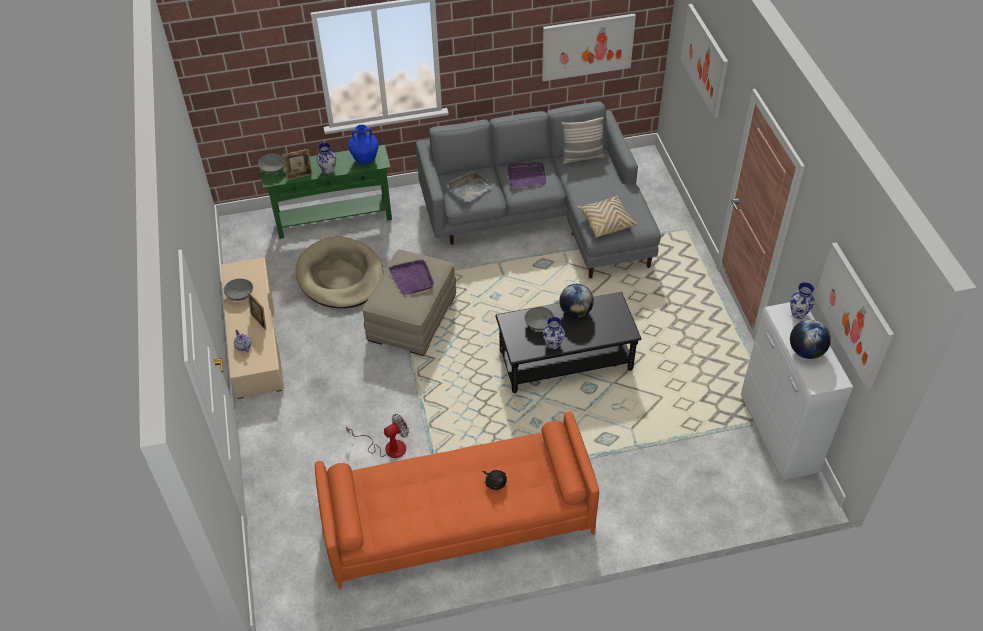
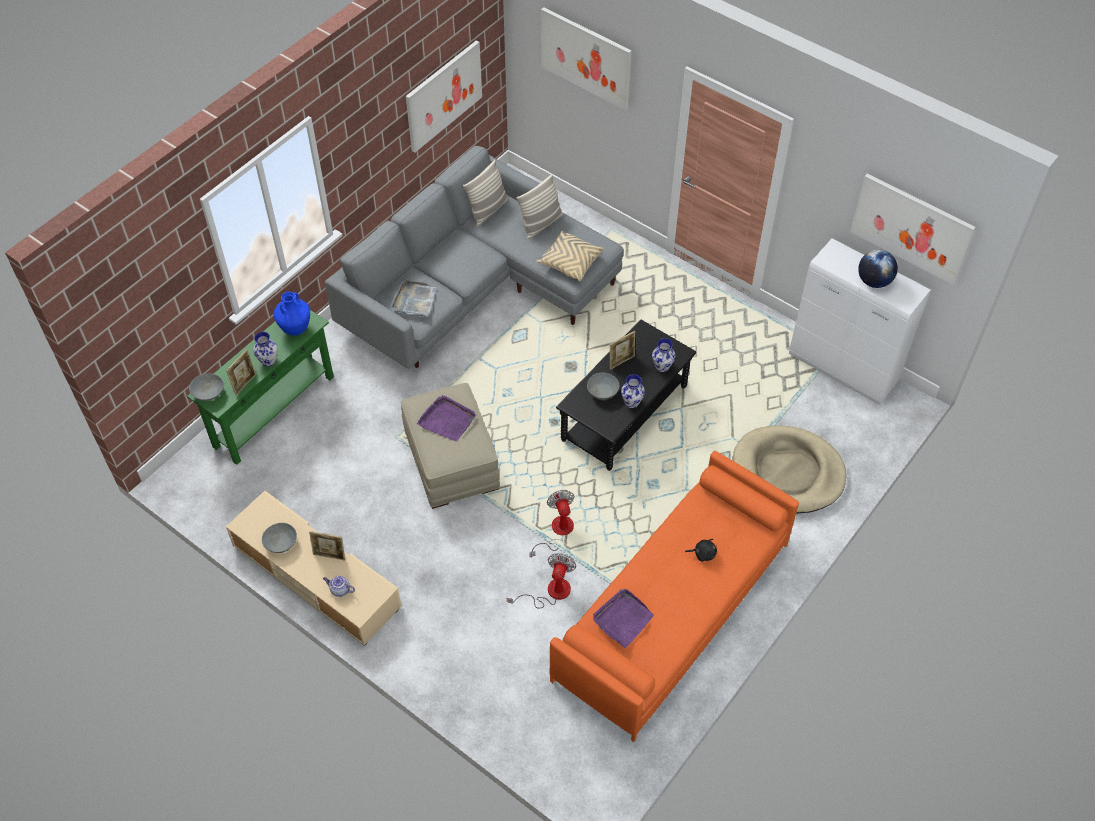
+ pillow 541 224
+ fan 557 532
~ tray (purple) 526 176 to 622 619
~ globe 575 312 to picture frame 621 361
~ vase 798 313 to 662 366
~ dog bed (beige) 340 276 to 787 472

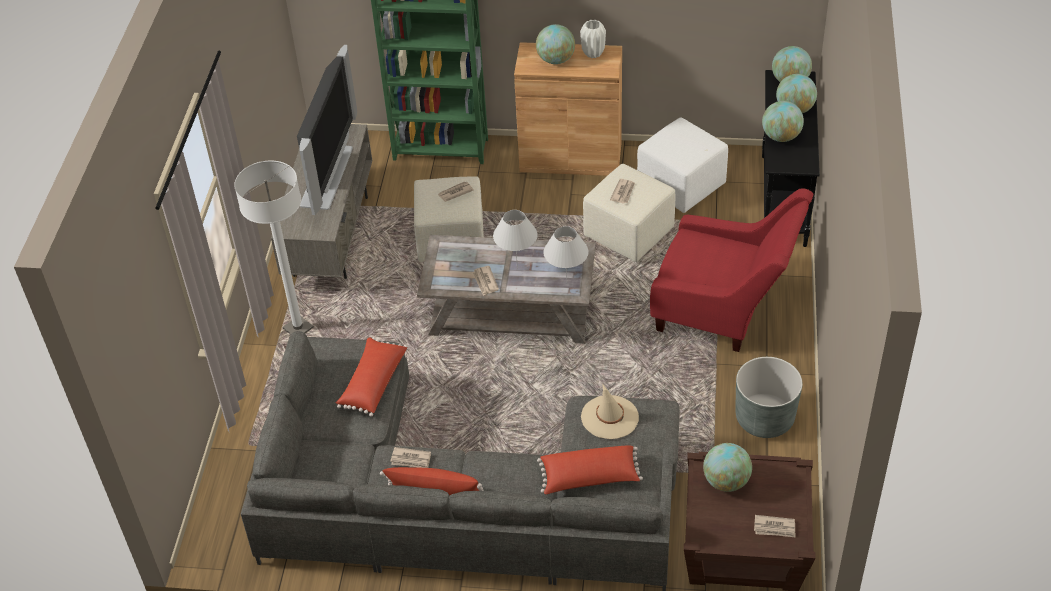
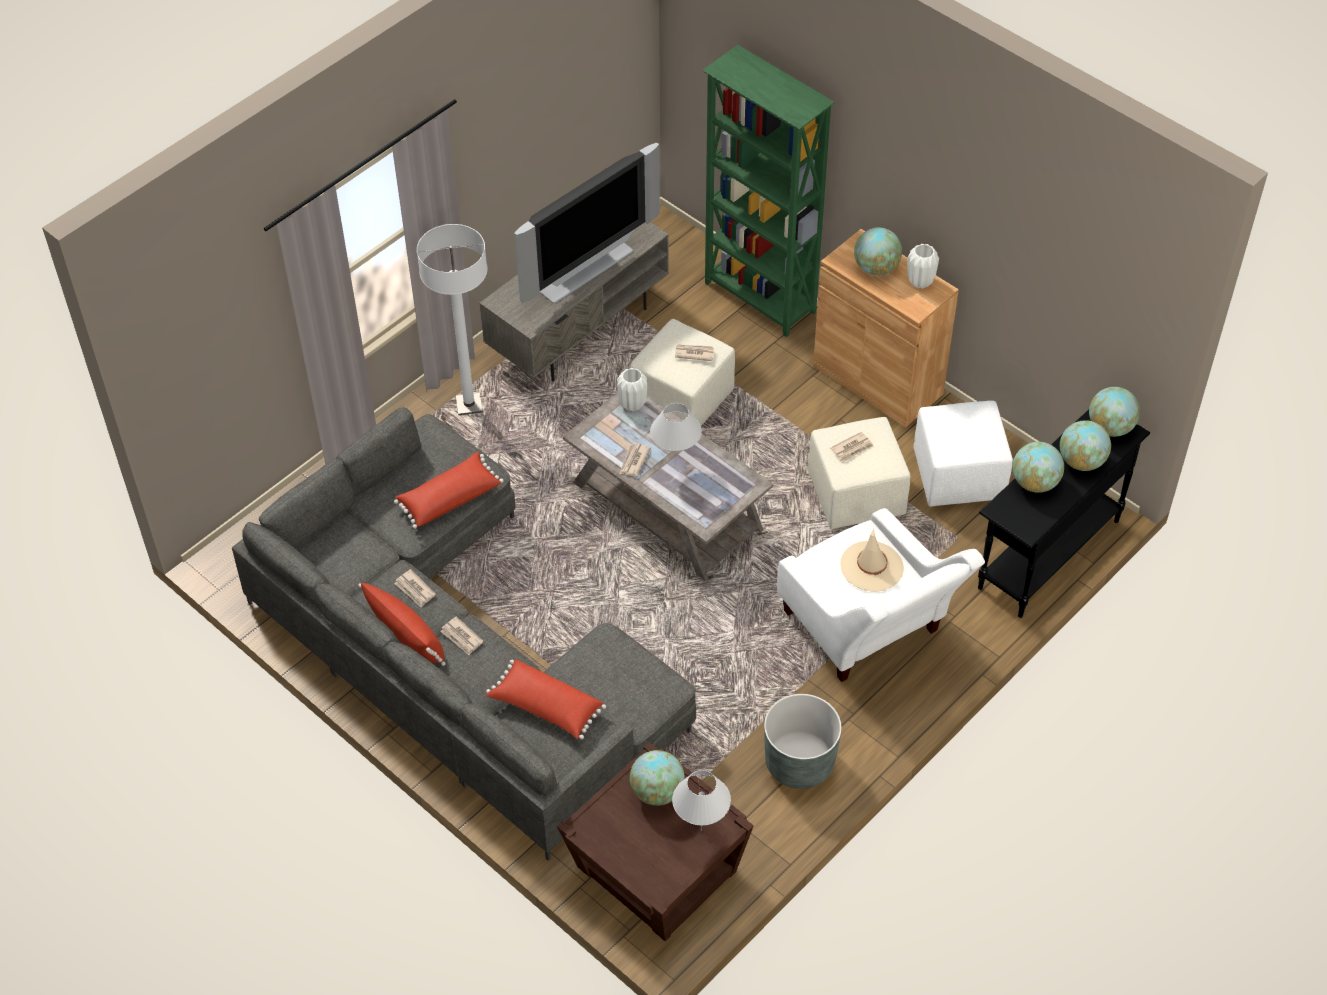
~ newspaper 774 528 to 461 637
+ vase (white) 632 404
~ table lamp (white) 567 284 to 701 830
~ armchair (red) 725 311 to armchair (white) 869 633
~ hat (beige) 609 417 to 871 566

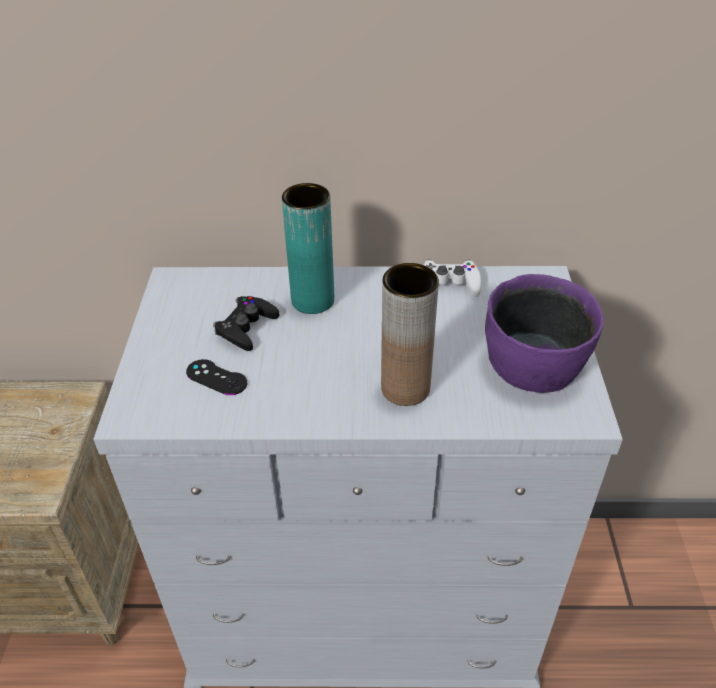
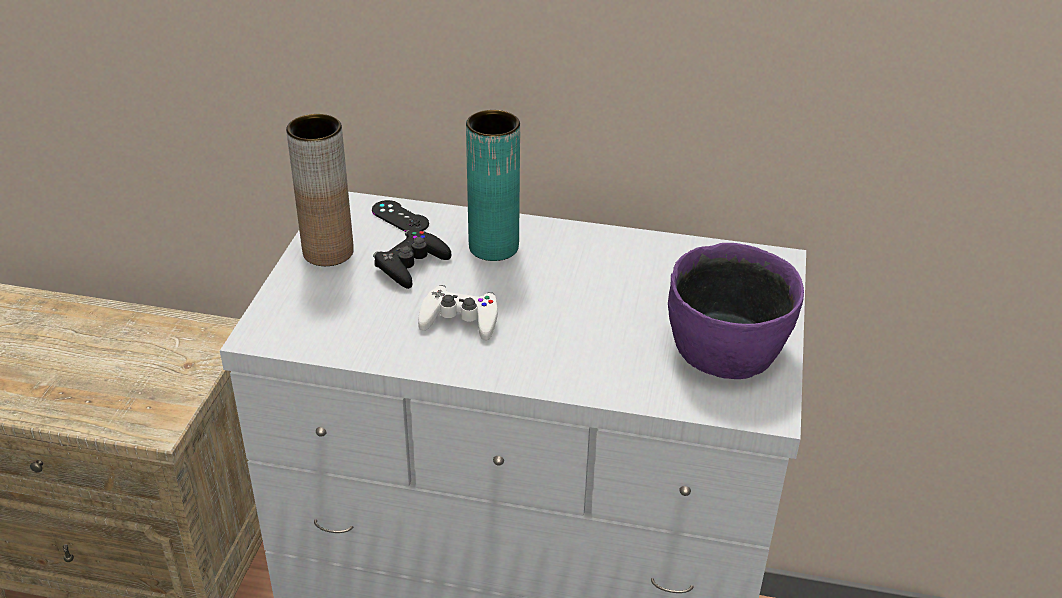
~ vase (brown) 405 388 to 328 252
~ game controller (black) 216 377 to 400 217
~ game controller (white) 449 284 to 460 320

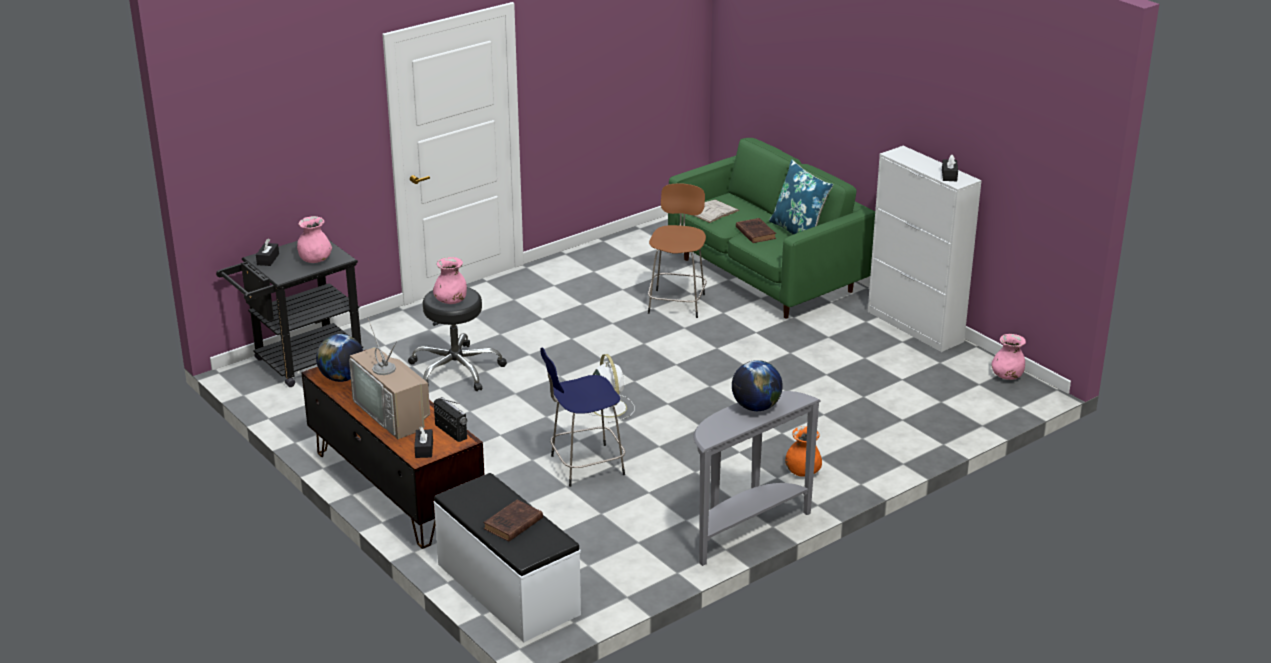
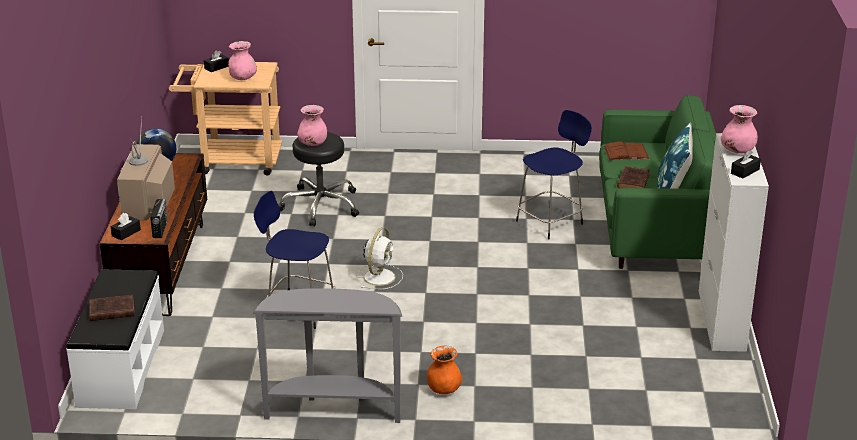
~ cart (black) 299 363 to cart (beige) 232 161
~ stool (brown) 677 302 to stool (blue) 551 222
~ book (white) 712 211 to book (brown) 626 152
~ vase (pink) 1007 376 to 737 151
- globe 756 407

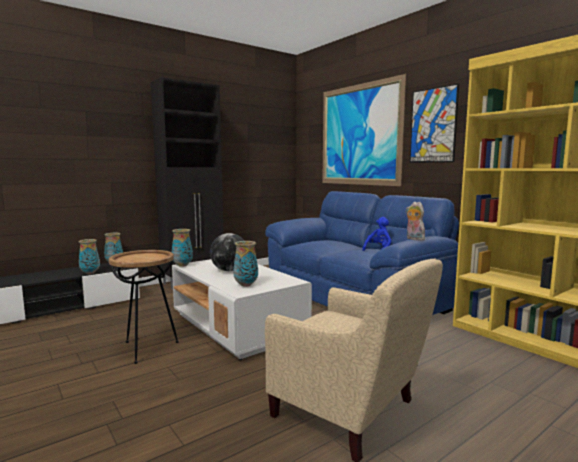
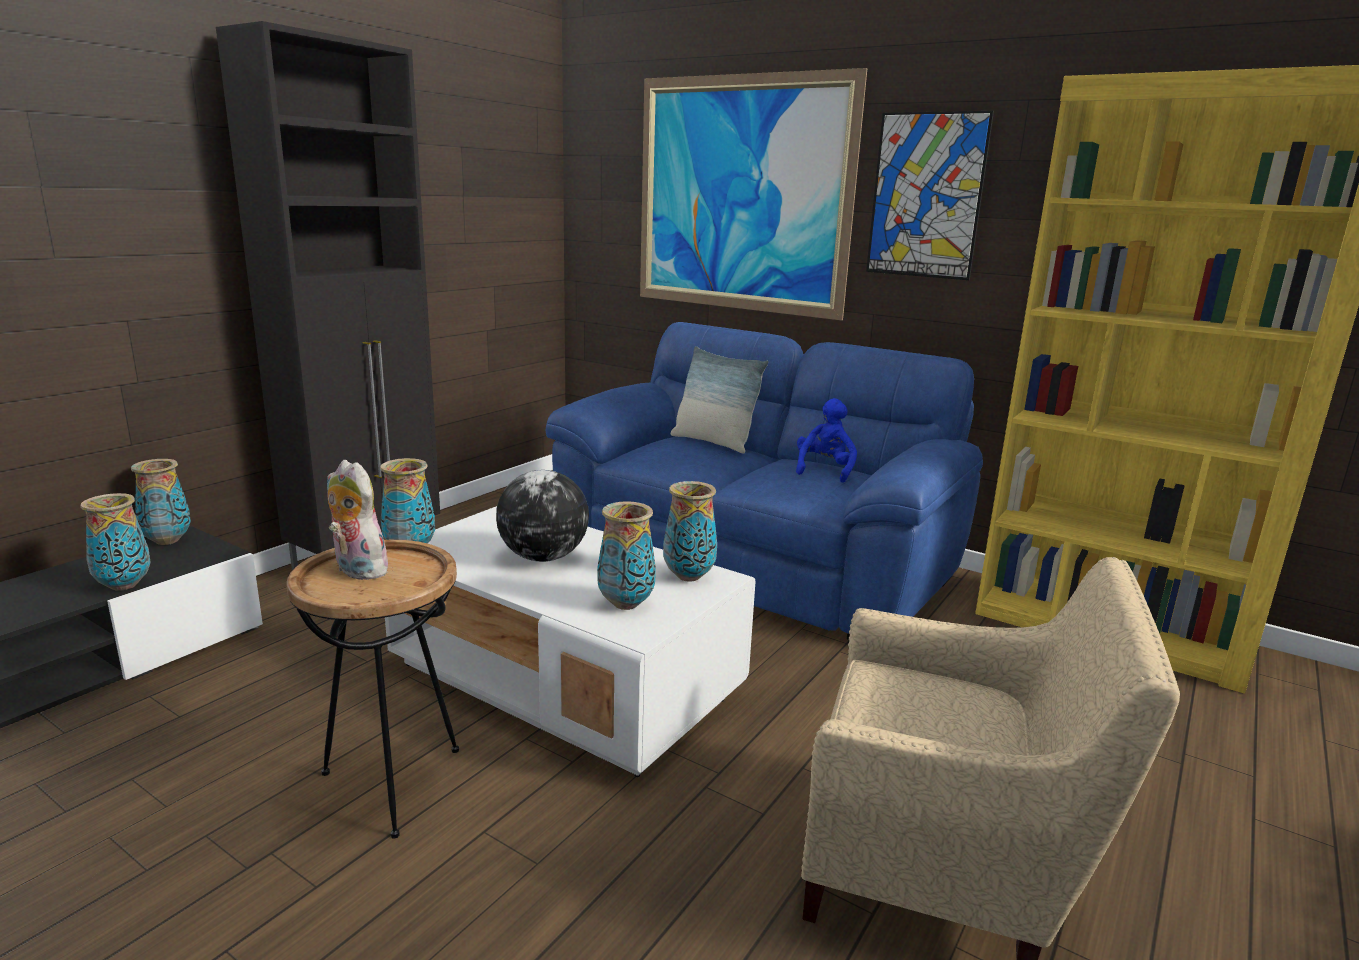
~ plush toy 413 239 to 357 570
+ vase 688 577
+ pillow 713 442

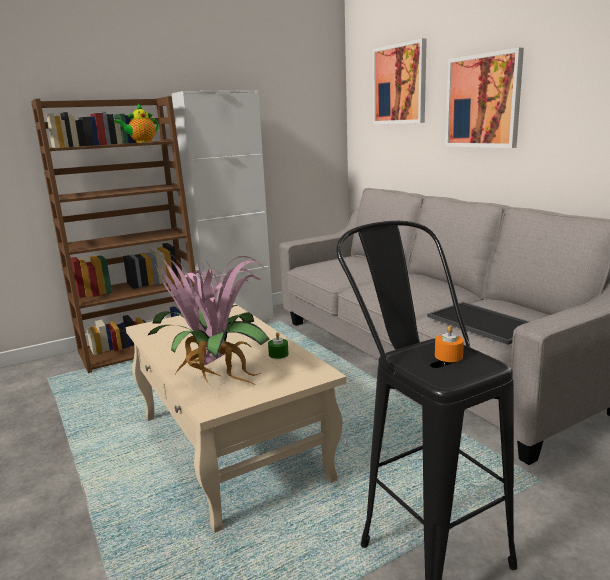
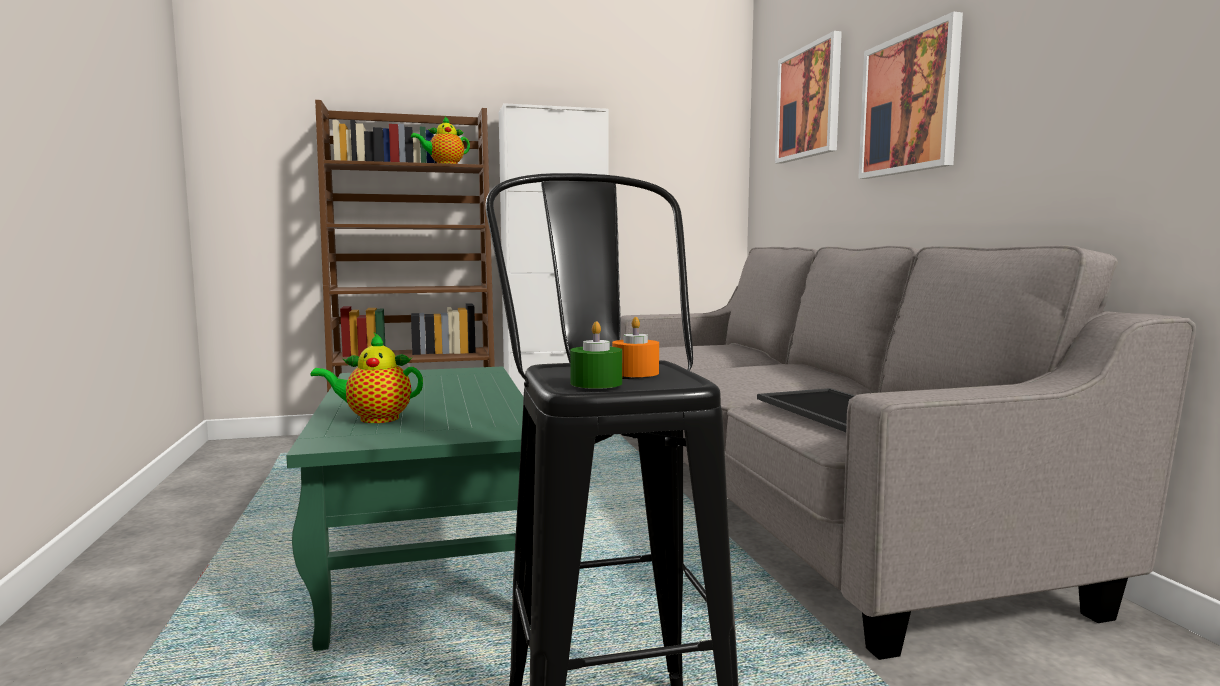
~ coffee table (beige) 232 447 to coffee table (green) 430 556
~ potted plant 214 376 to teapot 374 419
~ candle (green) 278 354 to 596 383

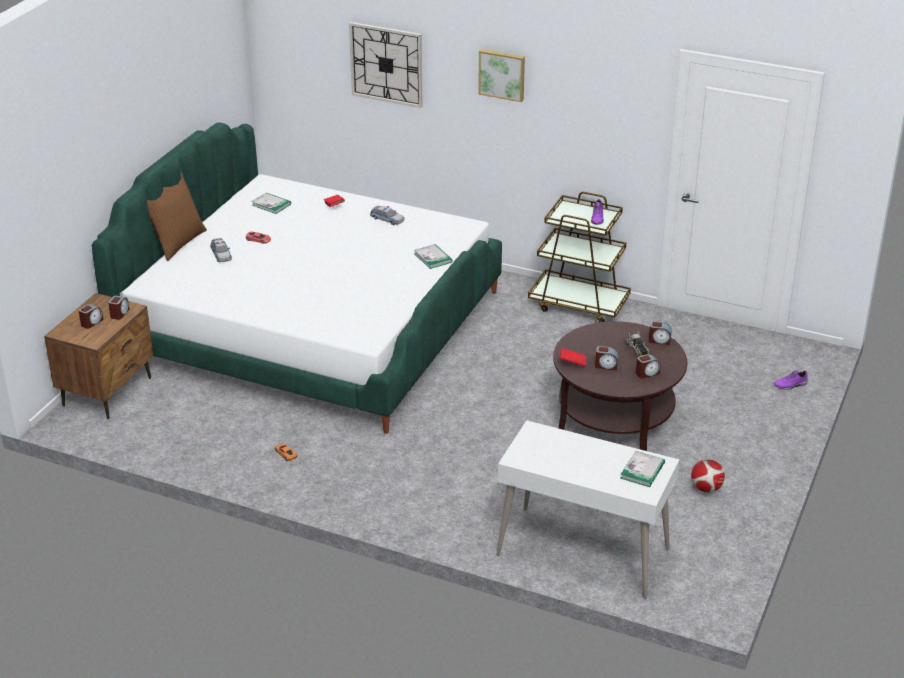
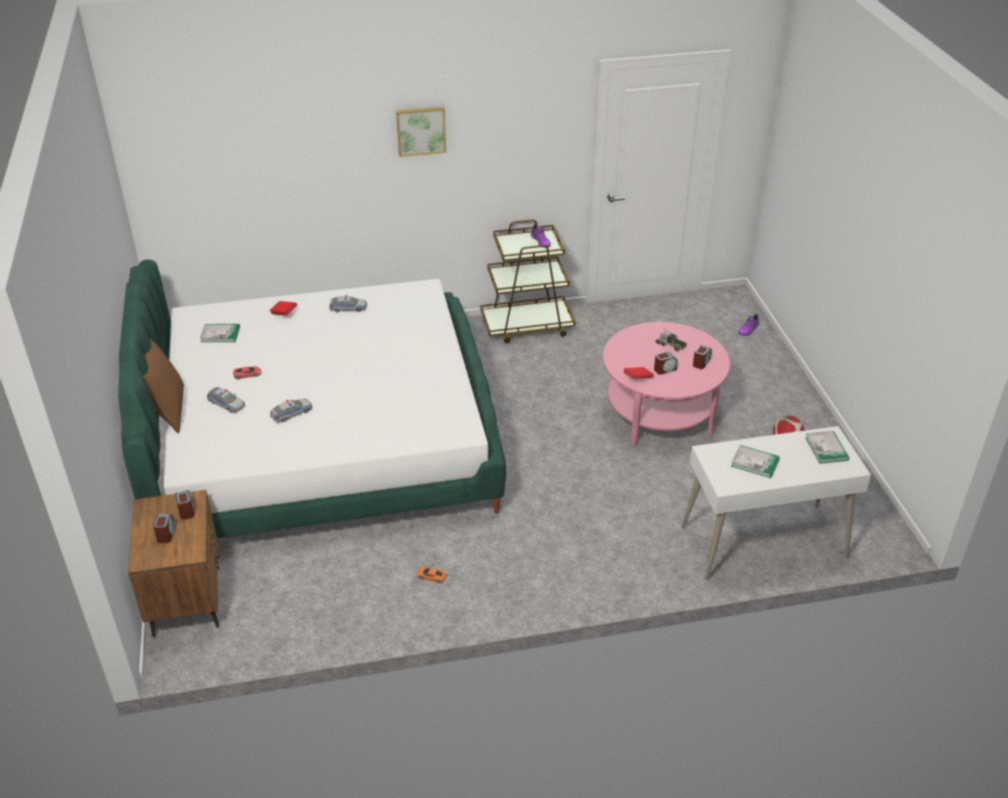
+ toy car 291 413
~ coffee table (brown) 615 417 to coffee table (pink) 660 412
~ book 433 258 to 755 463
- wall clock 386 64
- alarm clock 659 340

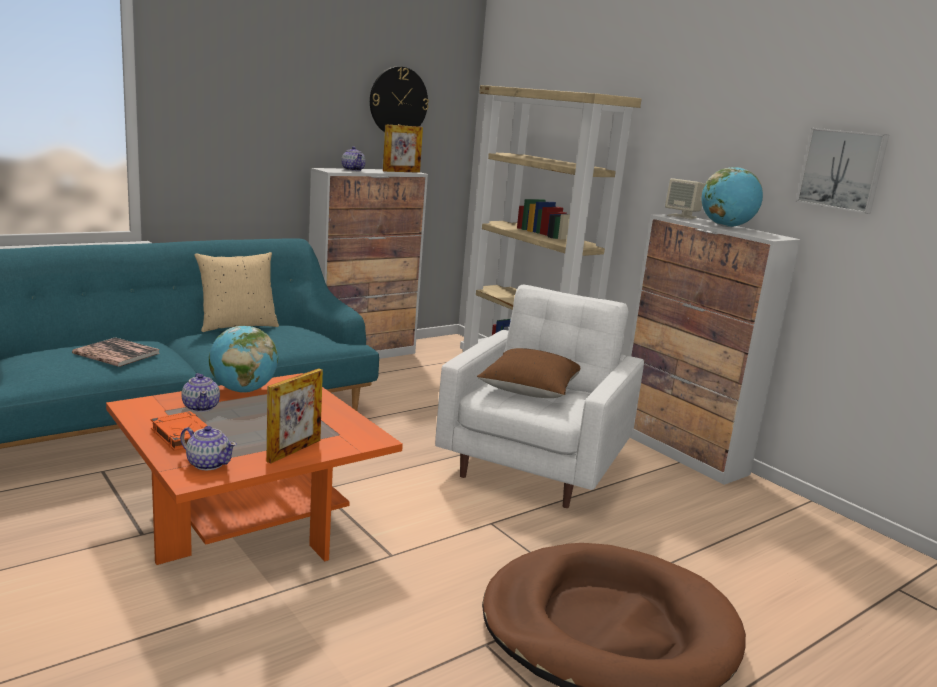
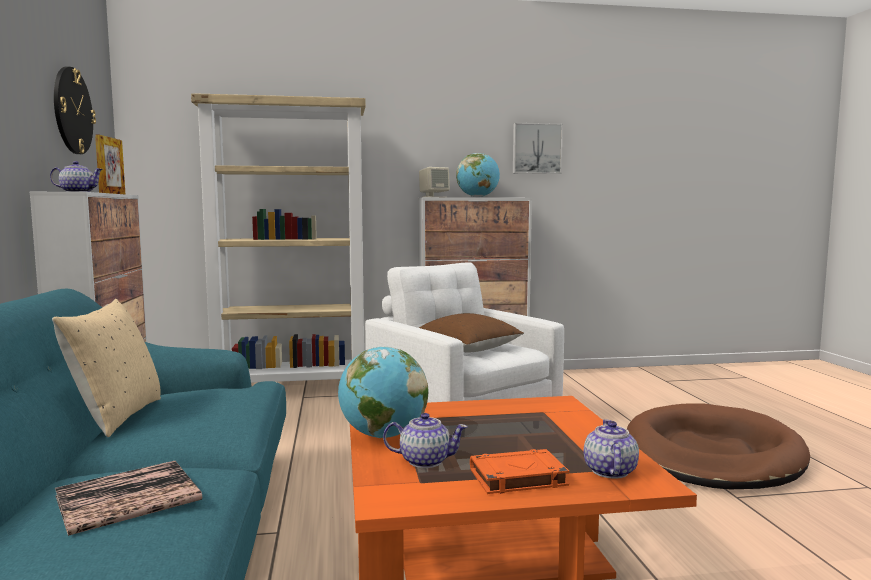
~ teapot 208 463 = 609 471 45 degrees counterclockwise
- picture frame 294 450

